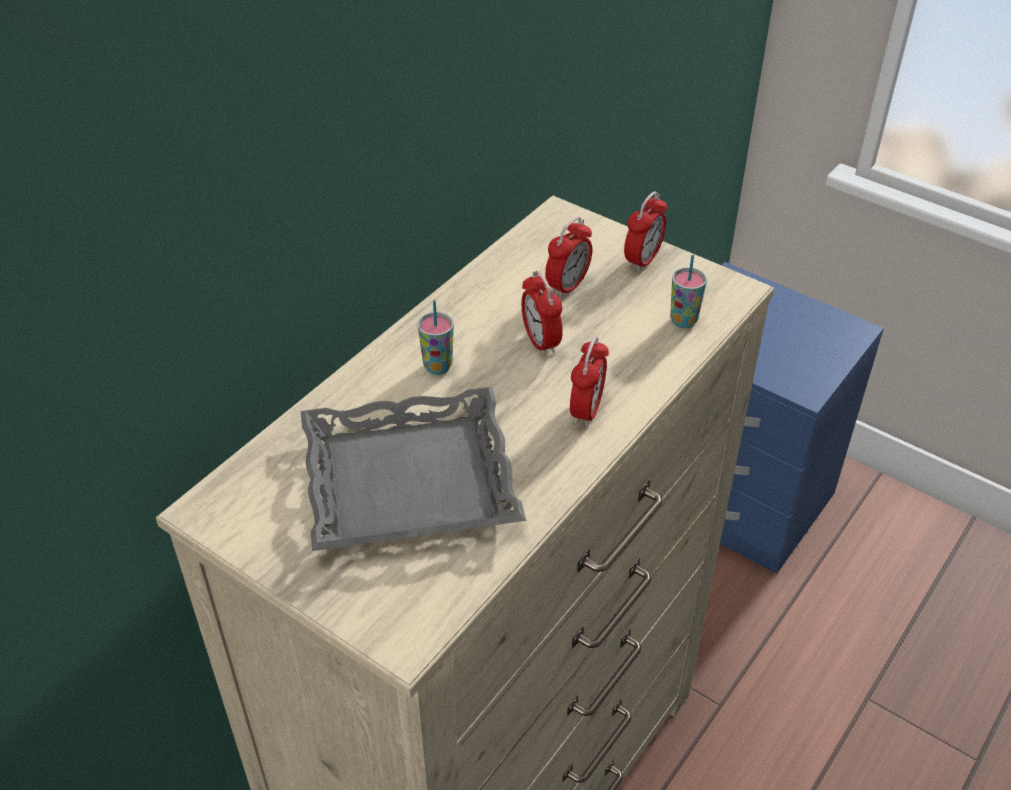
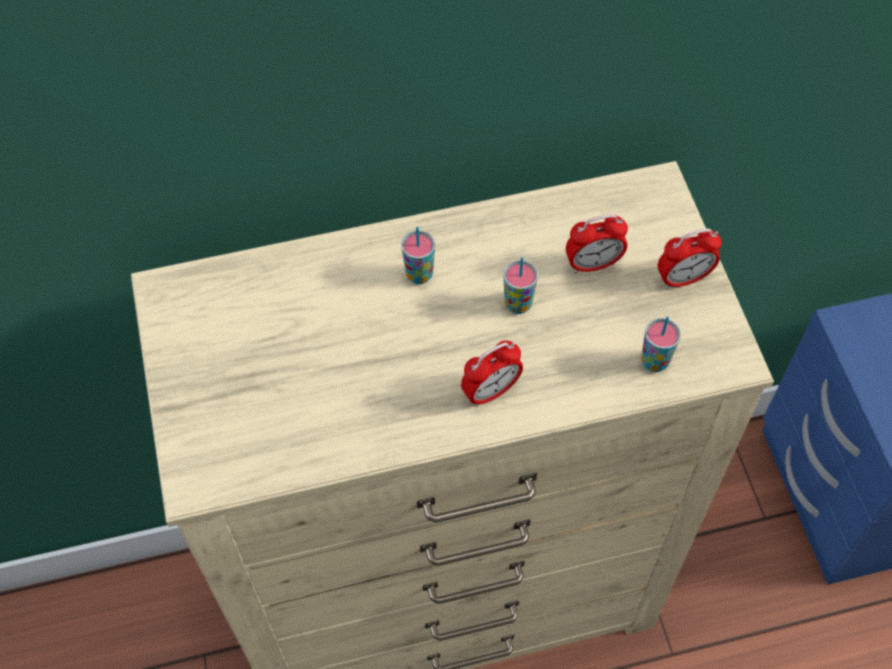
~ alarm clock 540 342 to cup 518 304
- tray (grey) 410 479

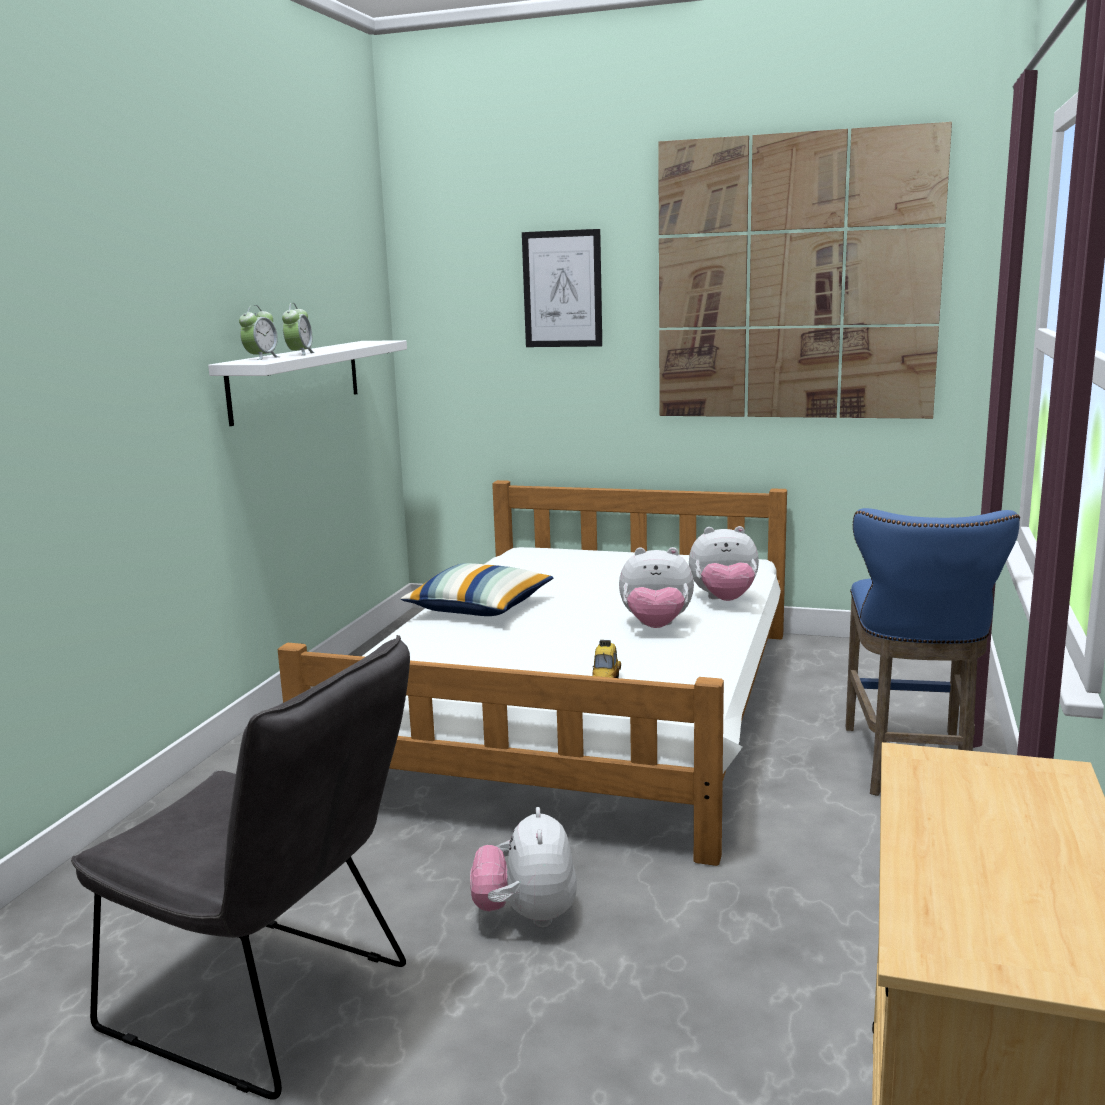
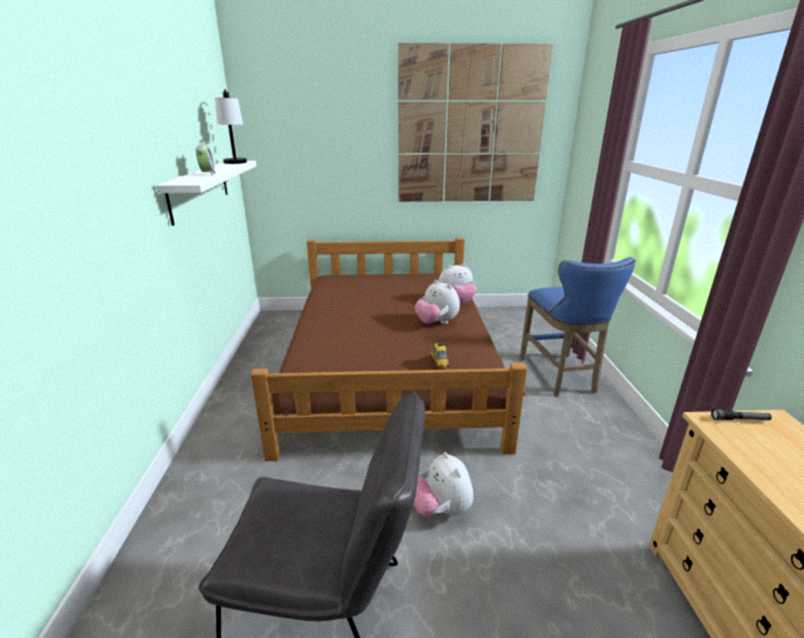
+ table lamp 236 163
~ bed (white) 582 708 to bed (brown) 389 365
~ plush toy 656 627 = 436 322 60 degrees clockwise
+ flashlight 739 419
- alarm clock 261 358
- pillow 479 608
- picture 562 289

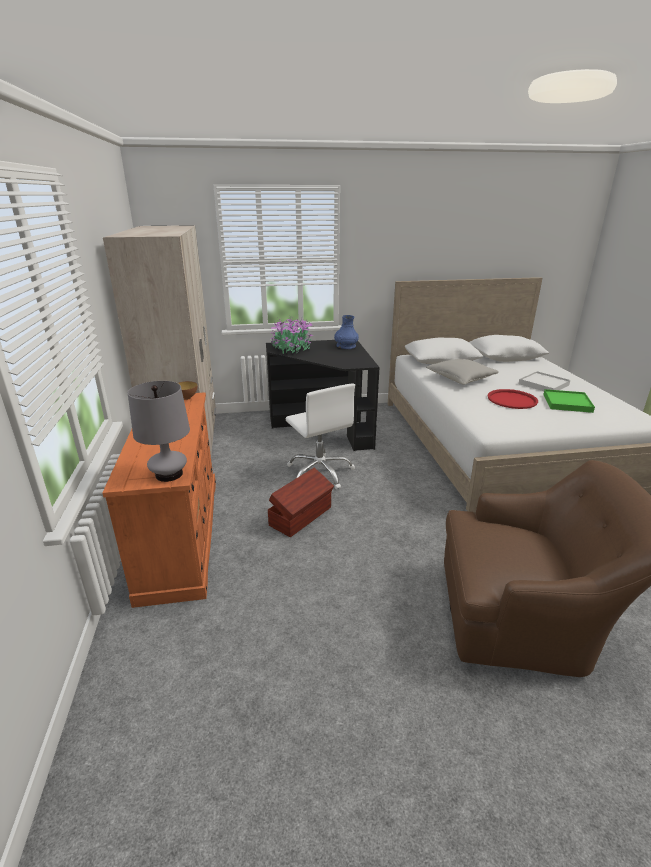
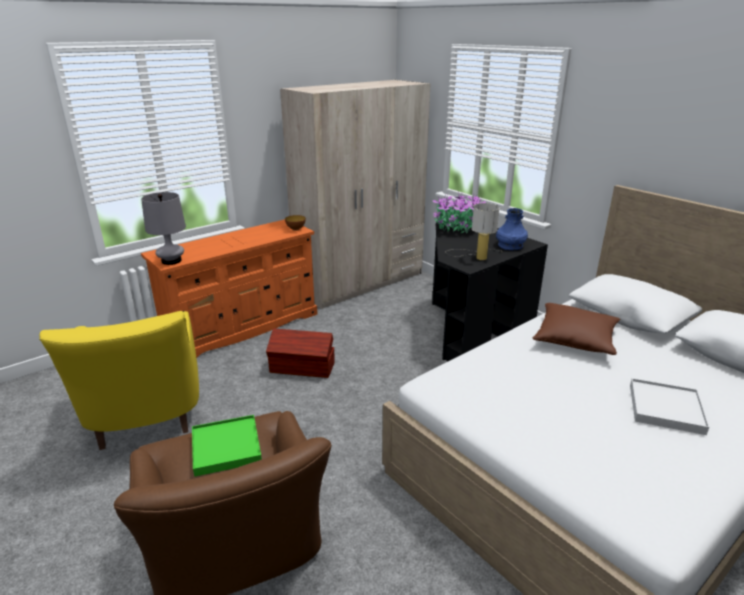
+ armchair (yellow) 146 419
~ tray (green) 567 403 to 226 447
+ table lamp 477 255
~ pillow (grey) 460 379 to pillow (brown) 575 339
- office chair (white) 320 472
- tray (red) 512 400

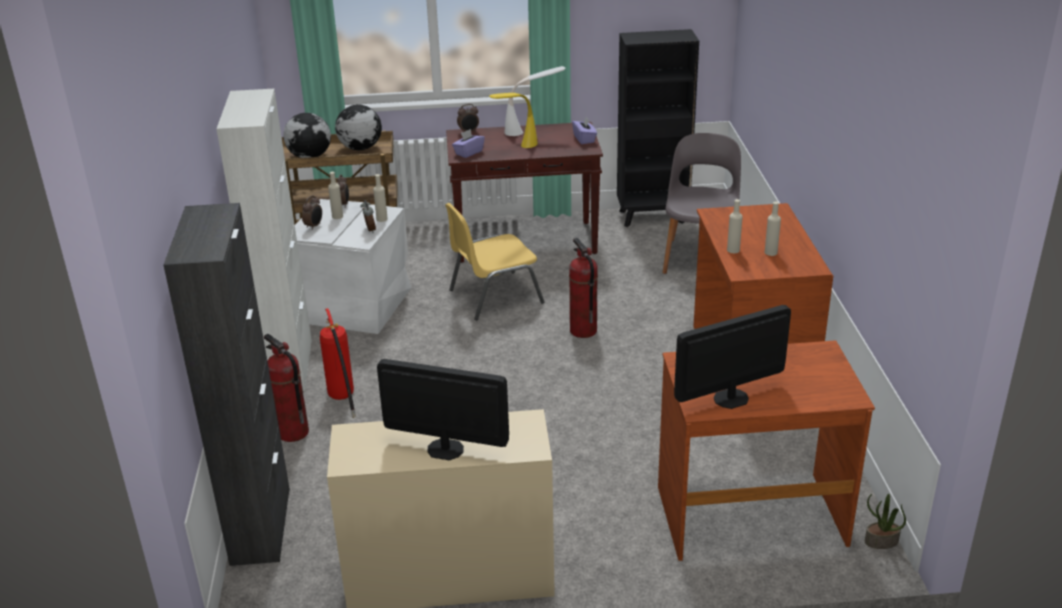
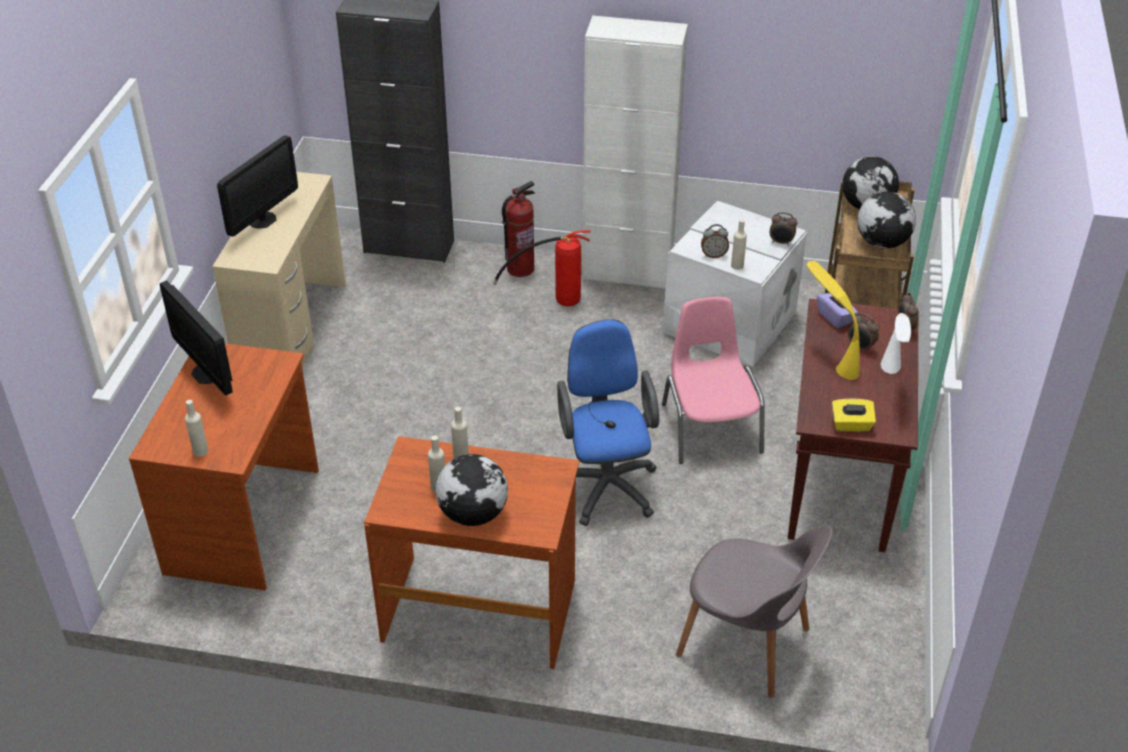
~ monitor 731 398 = 207 373 150 degrees clockwise
~ bottle (beige) 337 216 to 200 451
+ globe 473 513
~ fire extinguisher 583 331 to office chair (blue) 606 483
~ chair (yellow) 494 296 to chair (pink) 710 427
~ tissue box (purple) 584 139 to tissue box (yellow) 851 425
~ alarm clock 314 226 to 860 347
- bookcase (black) 653 217
- potted plant 881 542

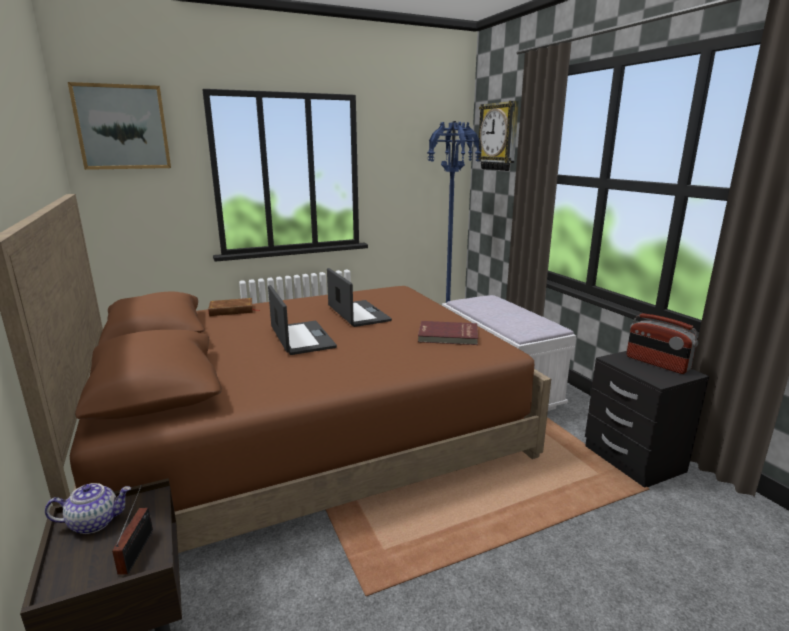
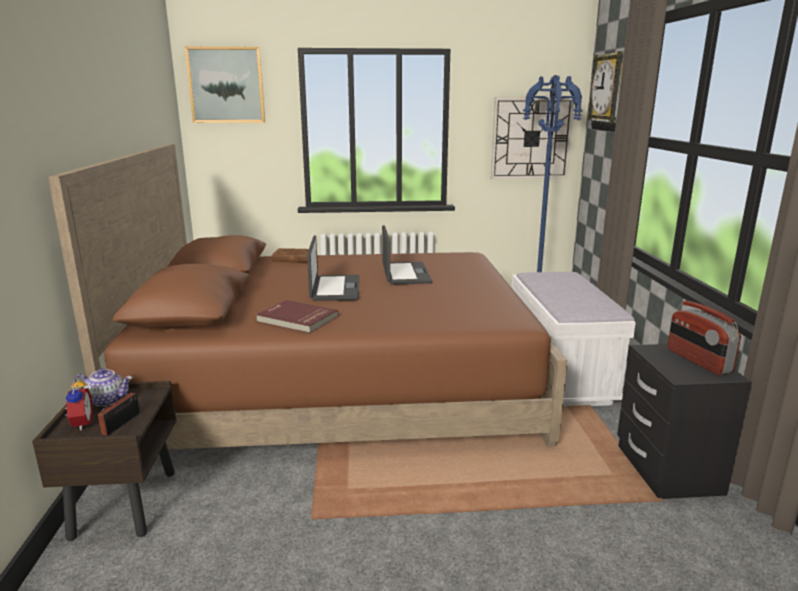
+ alarm clock 80 424
~ book (red) 448 336 to 296 319
+ wall clock 531 138

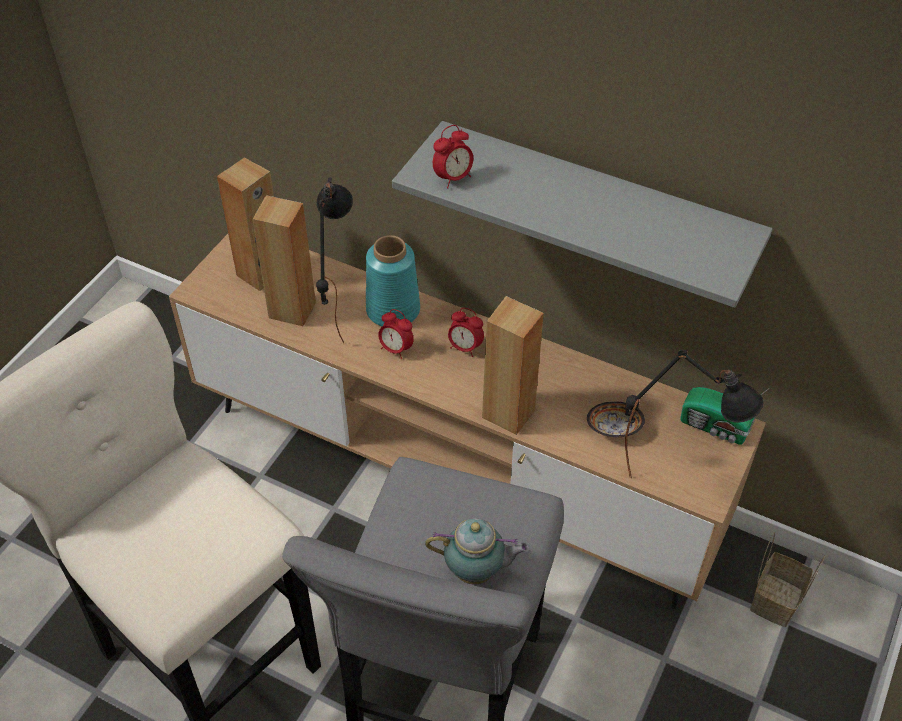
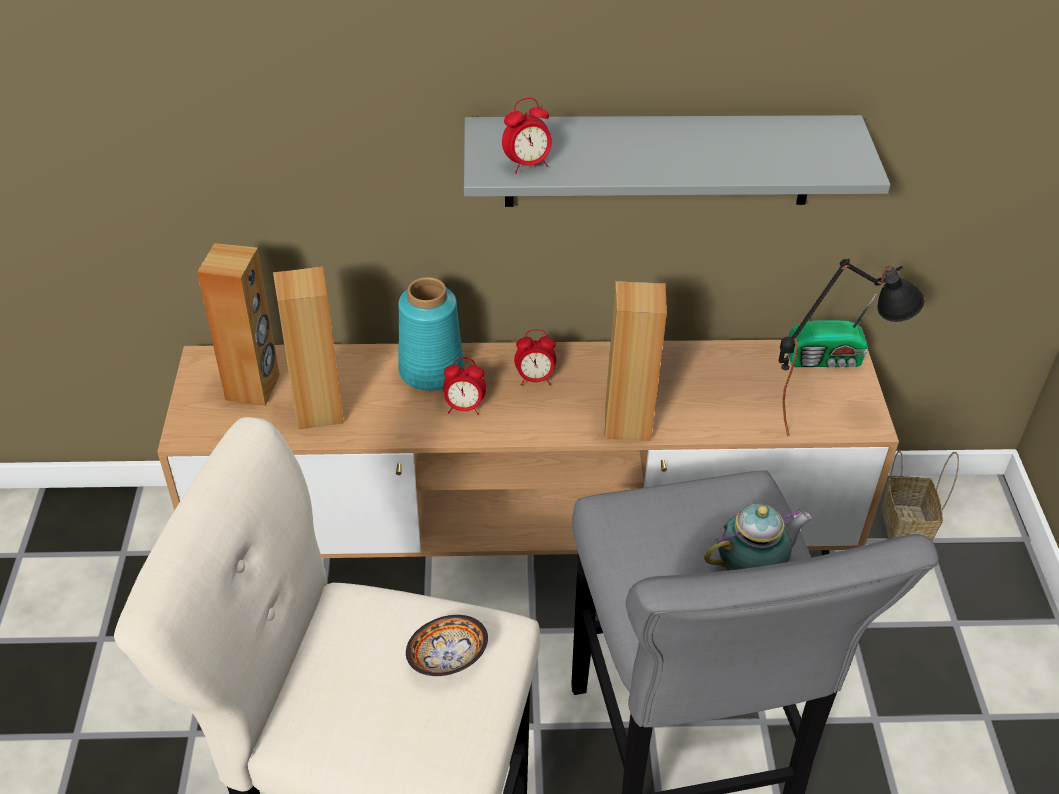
~ bowl 614 428 to 447 658
~ alarm clock 453 178 = 527 165 45 degrees clockwise
- table lamp (black) 336 314

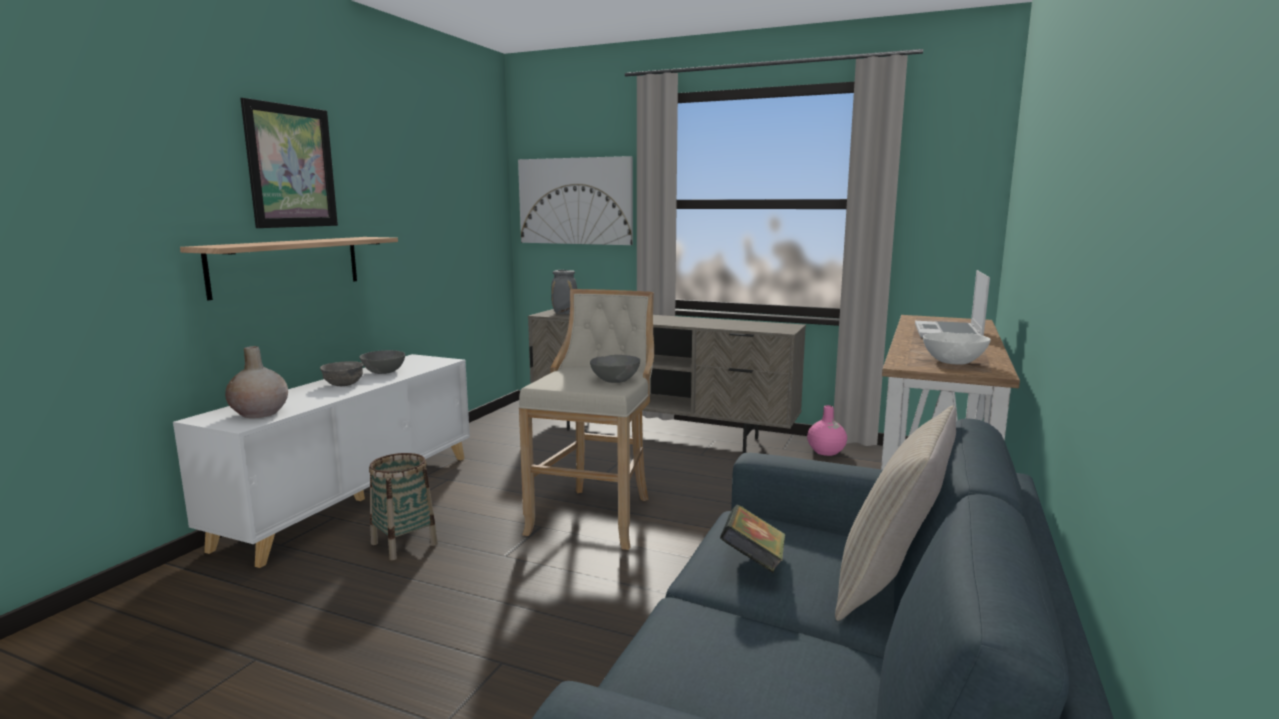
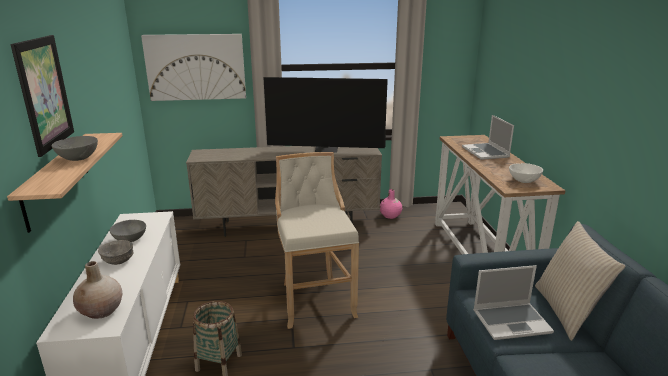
~ bowl (grey) 615 380 to 78 158
+ television 326 149
~ book 753 562 to laptop 511 321
- vase (grey) 565 313

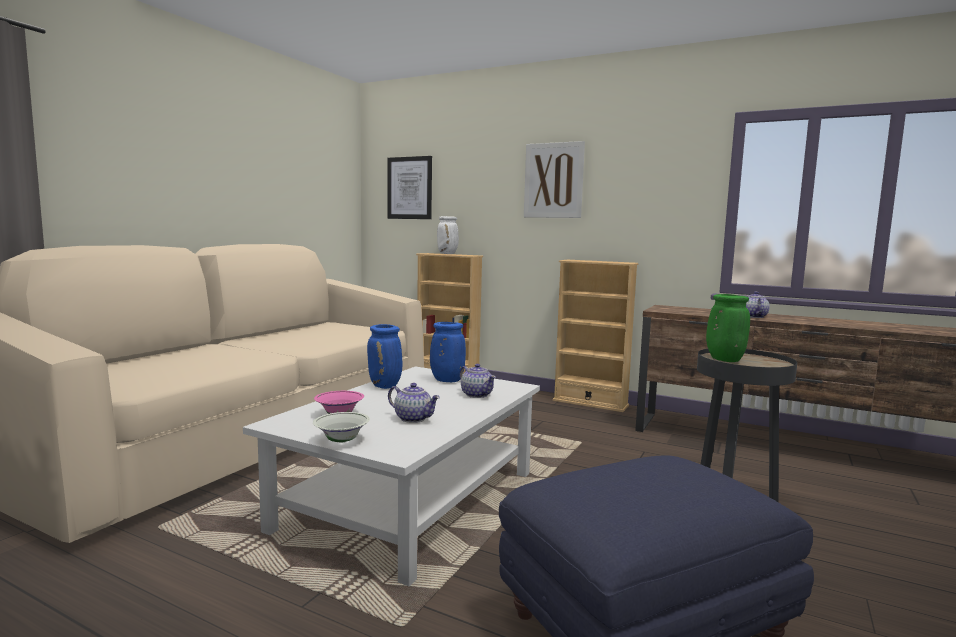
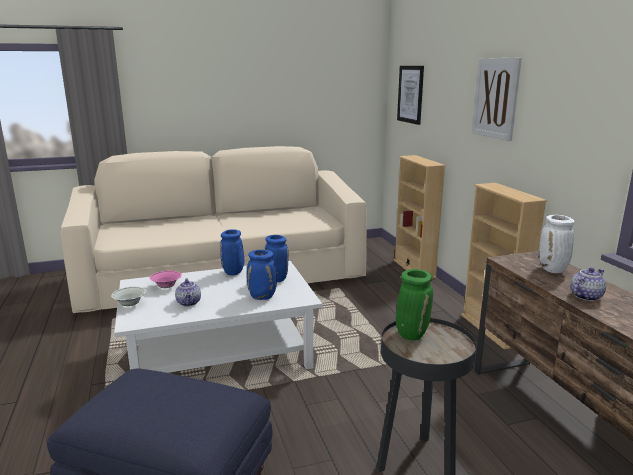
~ teapot 477 394 to vase (blue) 263 297
~ vase (white) 448 254 to 553 270

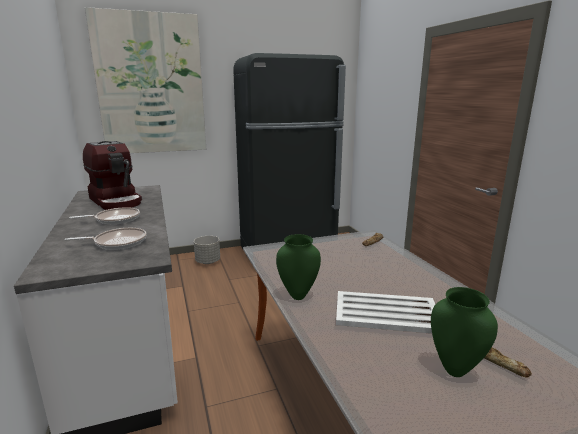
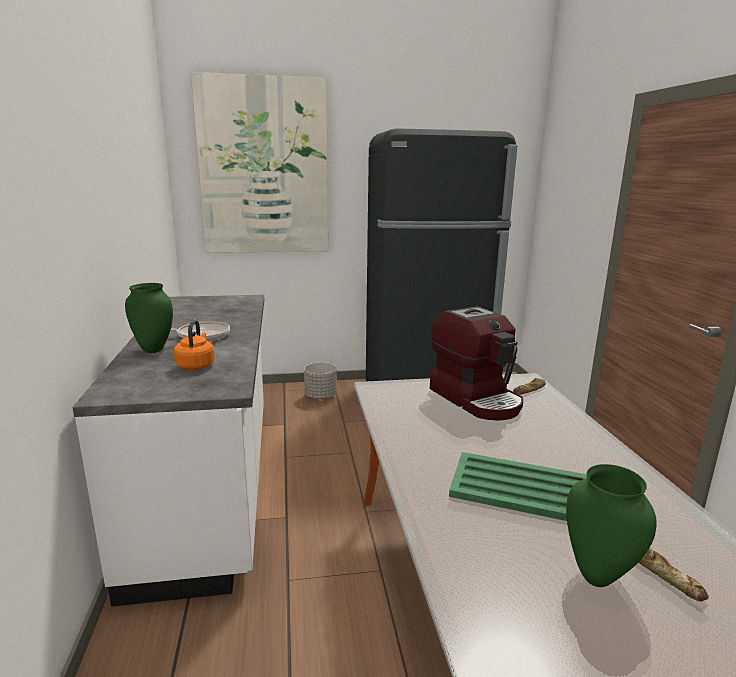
~ vase (green) 298 295 to 154 350
~ frying pan 117 242 to kettle (orange) 196 365
~ coffee machine 117 201 to 476 398
~ tray (white) 385 313 to tray (green) 520 488

